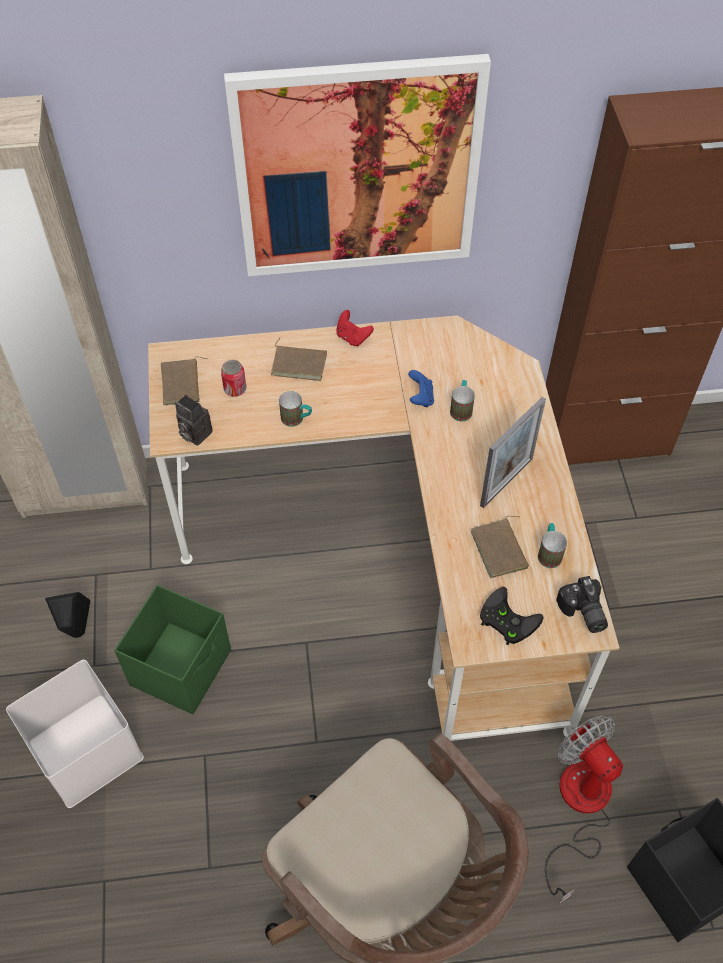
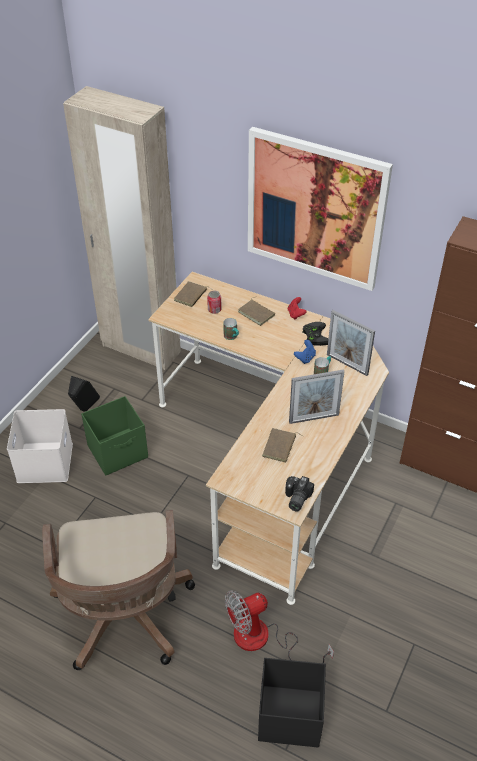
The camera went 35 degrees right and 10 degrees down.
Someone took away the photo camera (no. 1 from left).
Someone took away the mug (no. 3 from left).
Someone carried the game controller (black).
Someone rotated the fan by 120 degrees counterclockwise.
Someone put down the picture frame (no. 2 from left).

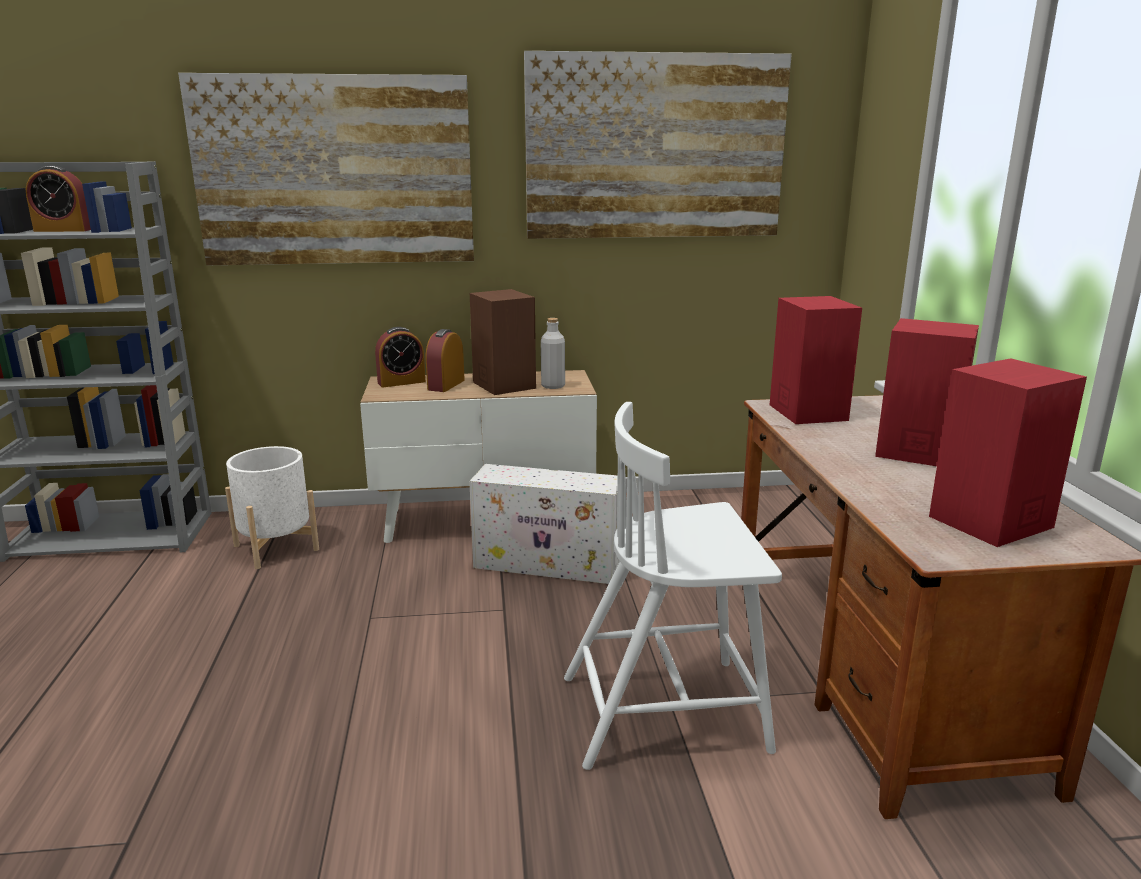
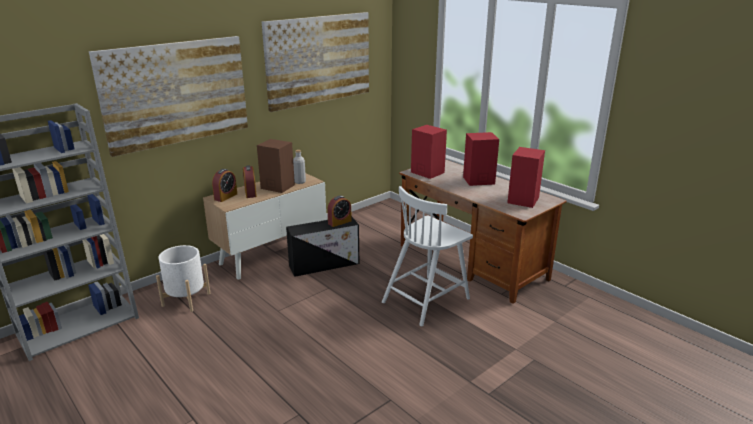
The camera went 35 degrees left and 5 degrees up.
Someone carried the alarm clock (no. 1 from left in the first image).
Someone repainted the storage box (white), which became the storage box (black).

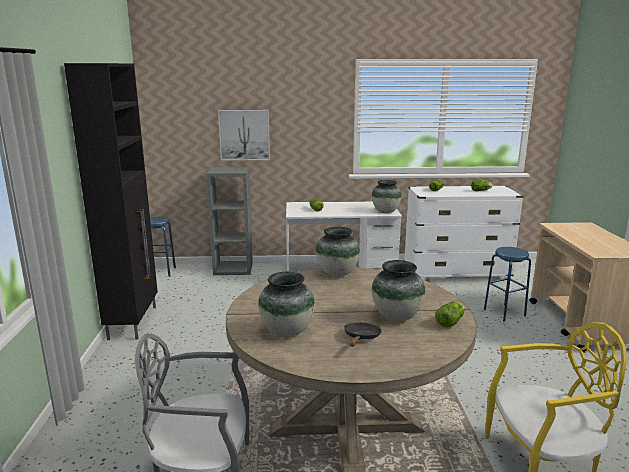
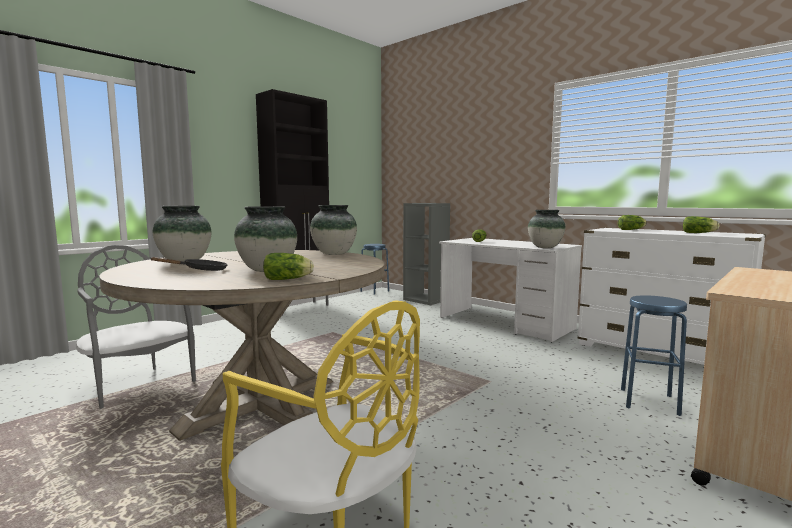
The camera went 45 degrees right and 10 degrees down.
Someone took away the picture.

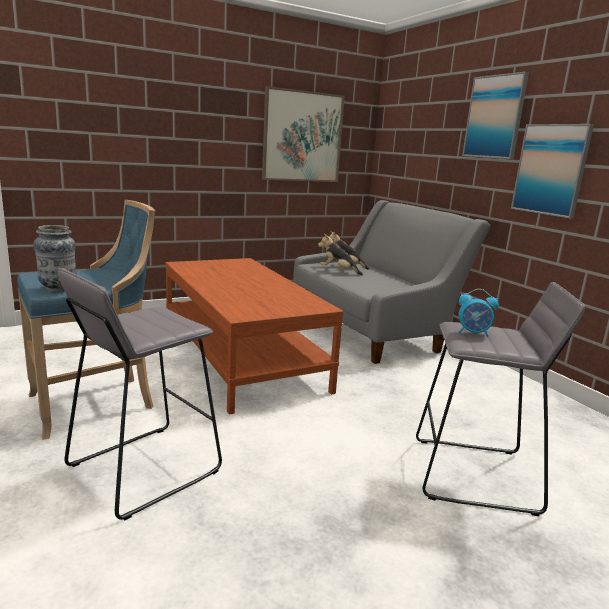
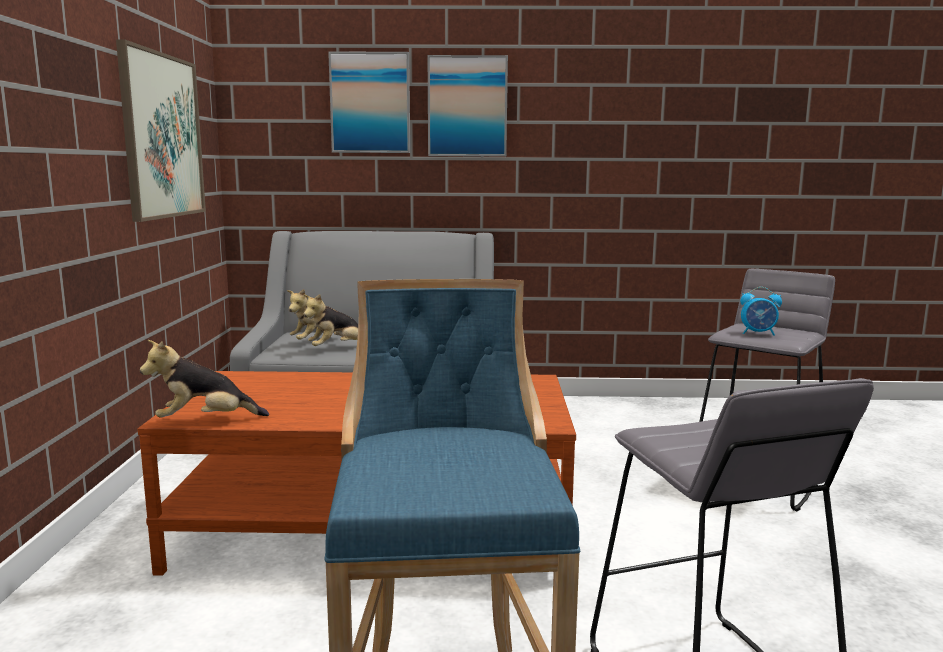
The camera went 60 degrees left and 5 degrees down.
Someone carried the picture (no. 3 from left in the first image).
Someone took away the vase.
Someone rotated the alarm clock by 60 degrees clockwise.
Someone put down the plush toy (no. 1 from left).

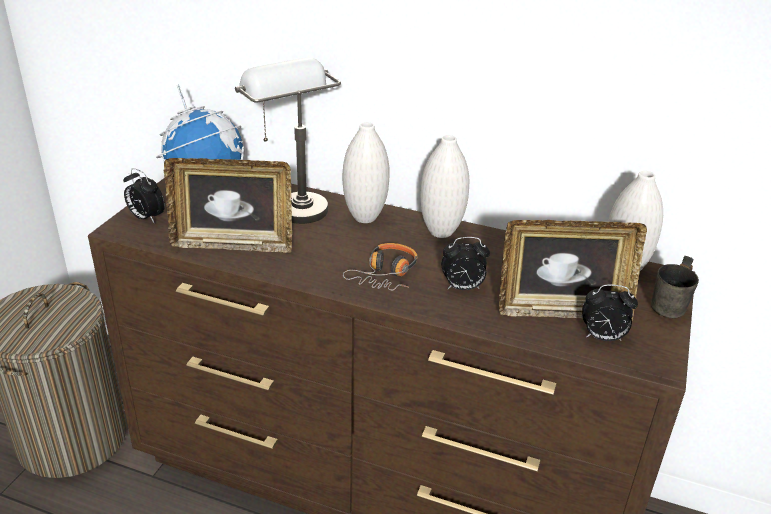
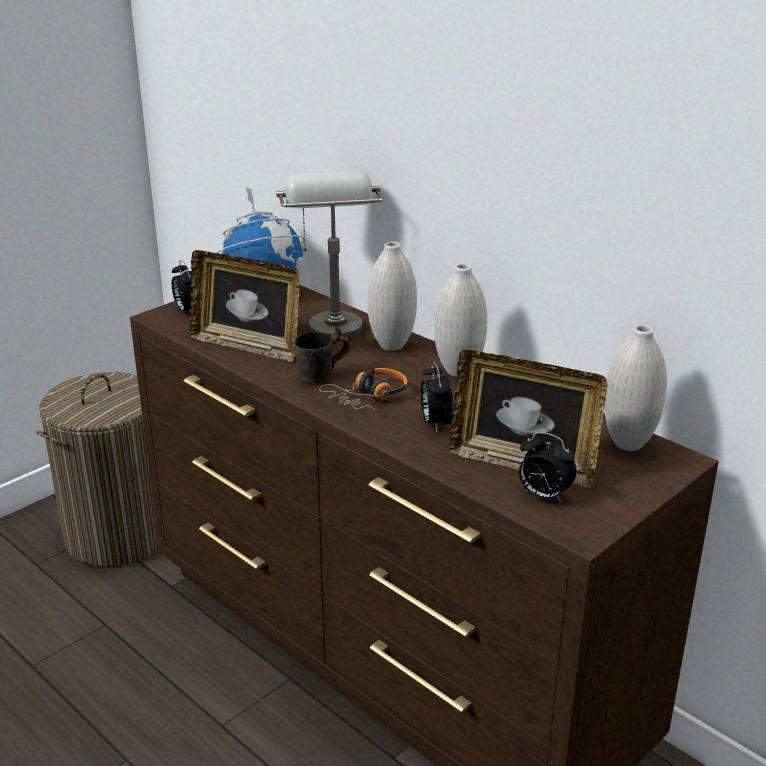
The camera went 25 degrees right and 5 degrees down.
Someone rotated the alarm clock (no. 2 from left) by 60 degrees clockwise.
Someone carried the mug (grey).

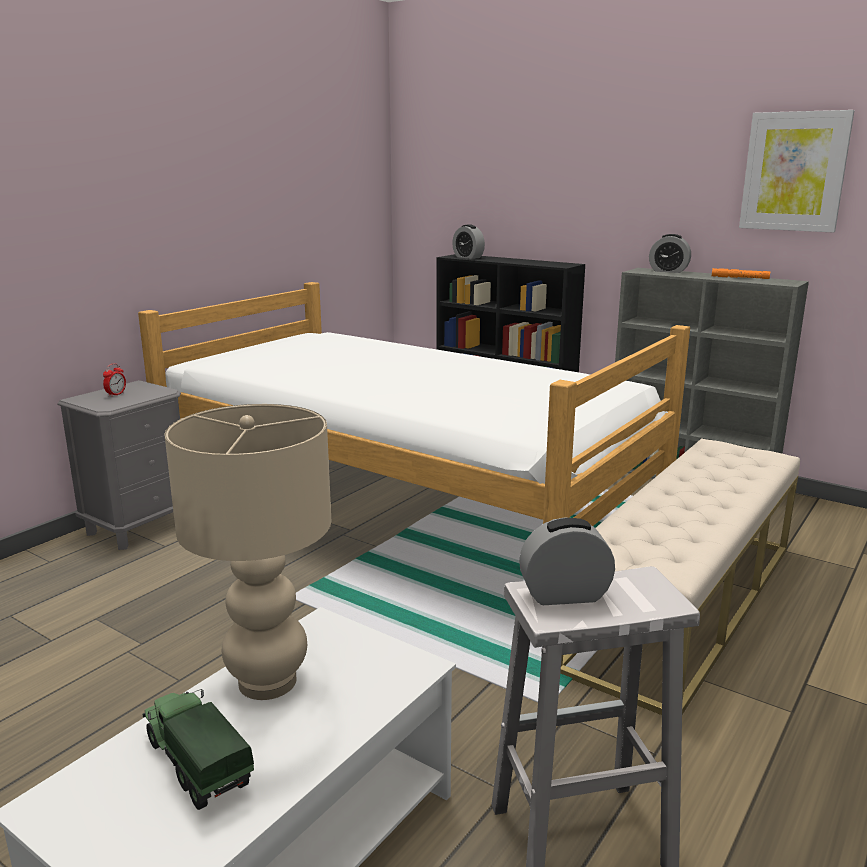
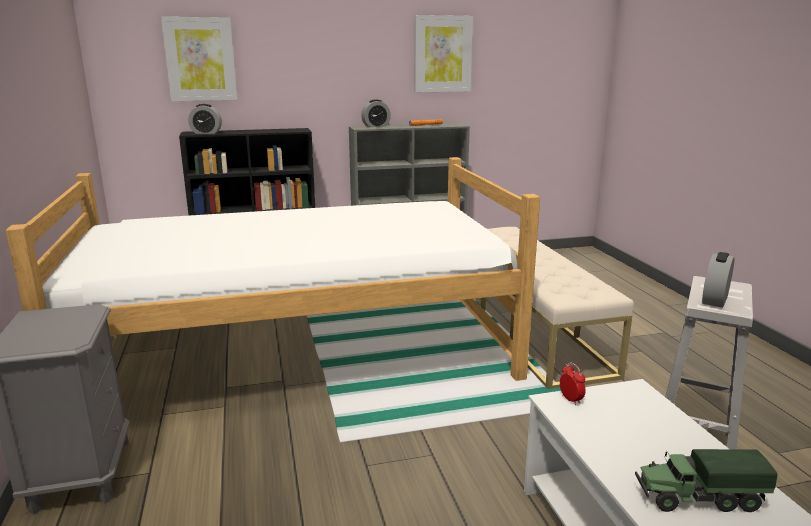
The camera went 50 degrees left and 0 degrees up.
Someone carried the alarm clock (no. 1 from left in the first image).
Someone took away the table lamp (beige).
Someone put up the picture (no. 1 from left).

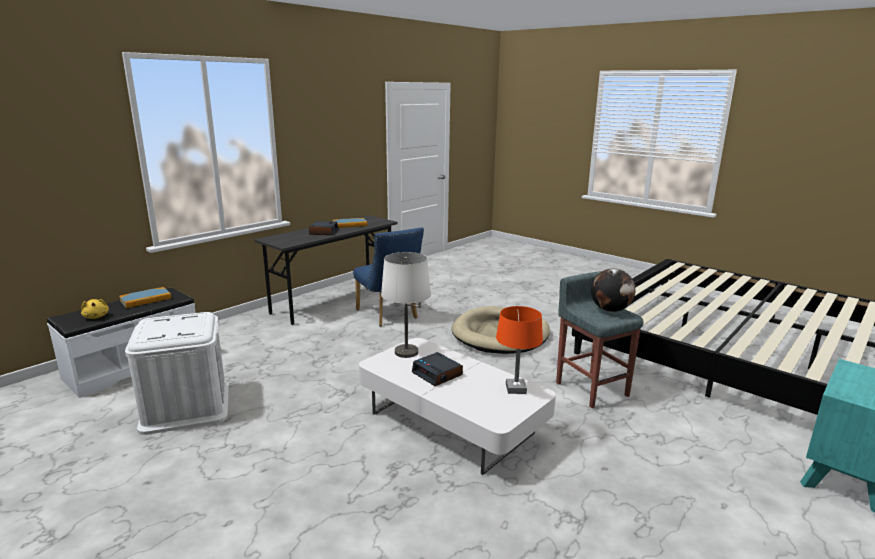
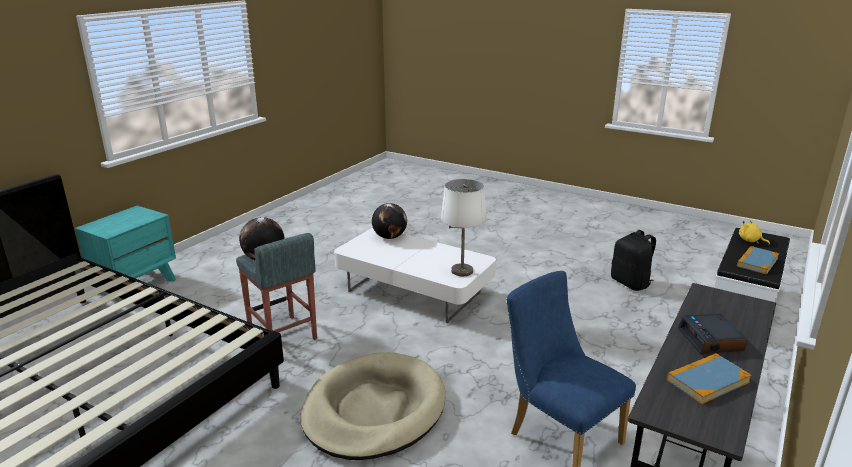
The camera went 170 degrees right and 5 degrees up.
Someone took away the table lamp (orange).
Someone swapped the storage box (white) for the backpack (black).
Someone took away the alarm clock (no. 2 from left).
Someone put down the globe (no. 2 from left).

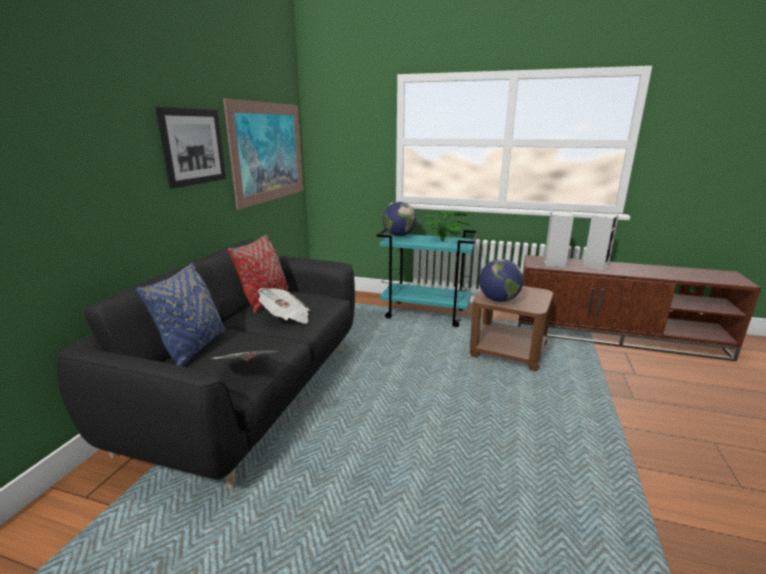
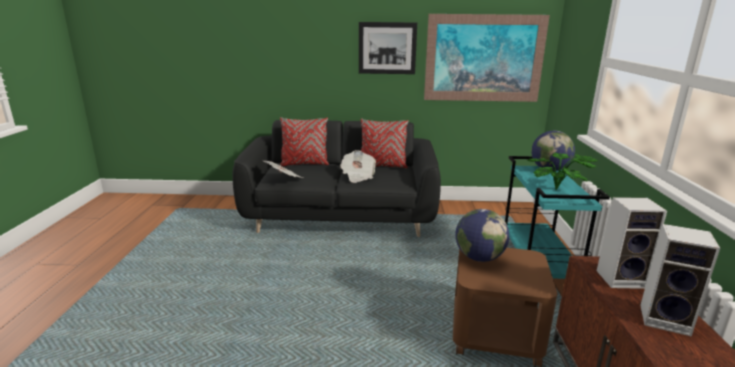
The camera went 75 degrees right and 0 degrees up.
Someone repainted the pillow (blue), which became the pillow (red) (no. 1 from left).

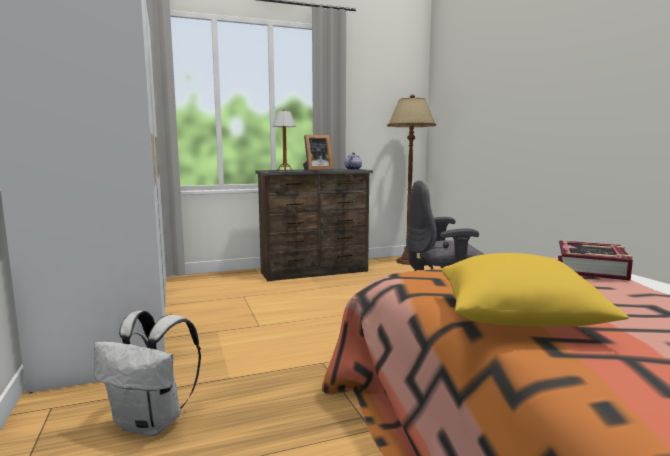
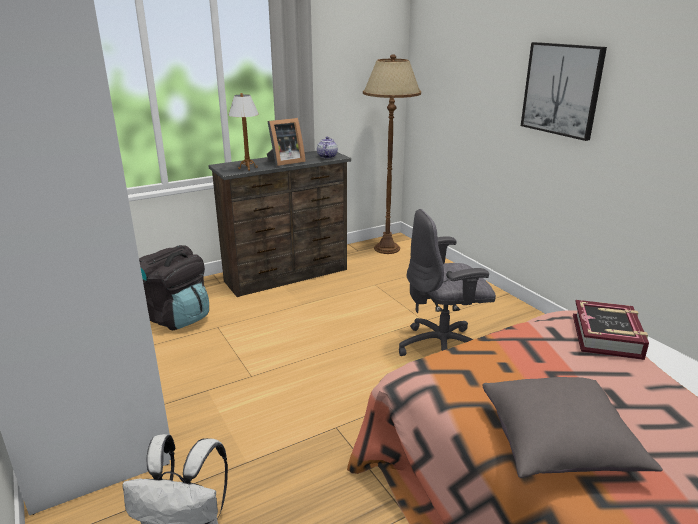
The camera went 10 degrees left and 15 degrees up.
Someone repainted the pillow (yellow), which became the pillow (grey).
Someone put up the picture.
Someone put down the backpack (black).

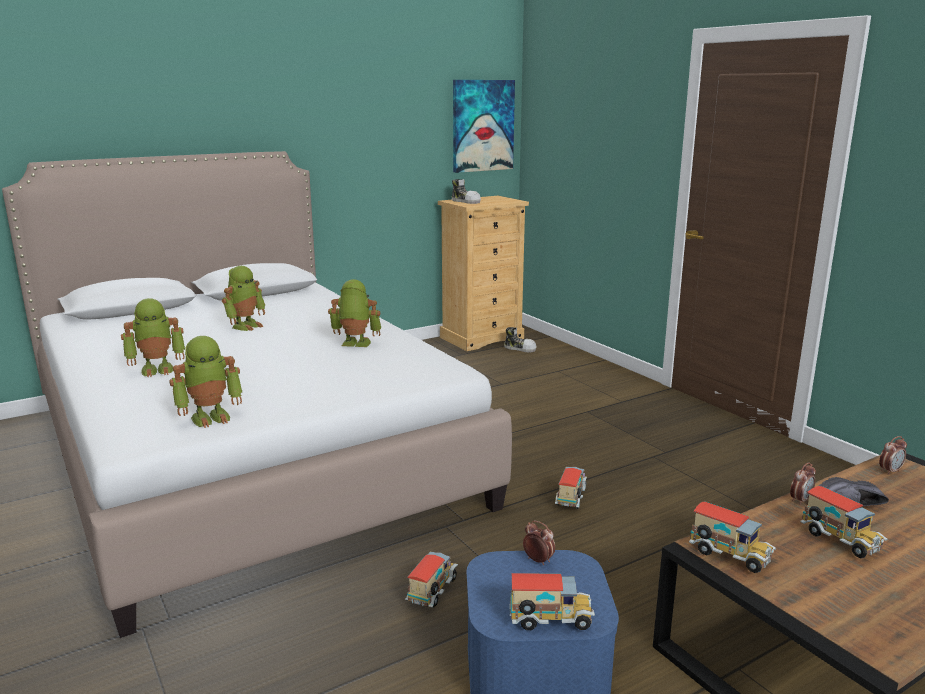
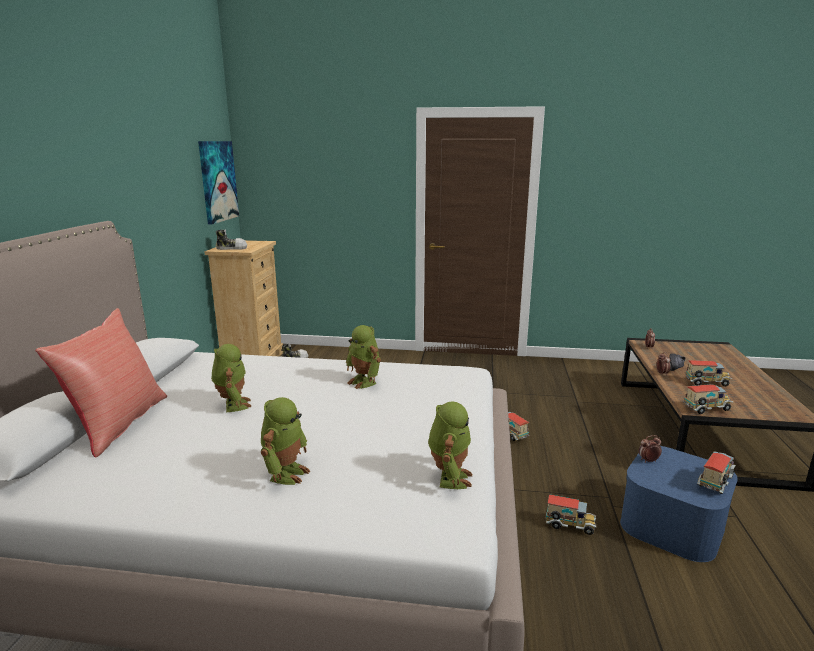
The camera went 50 degrees left and 0 degrees up.
Someone rotated the toy robot (no. 4 from left in the first image) by 90 degrees counterclockwise.
Someone rotated the toy truck (no. 1 from left in the first image) by 135 degrees clockwise.
Someone put down the pillow (red).

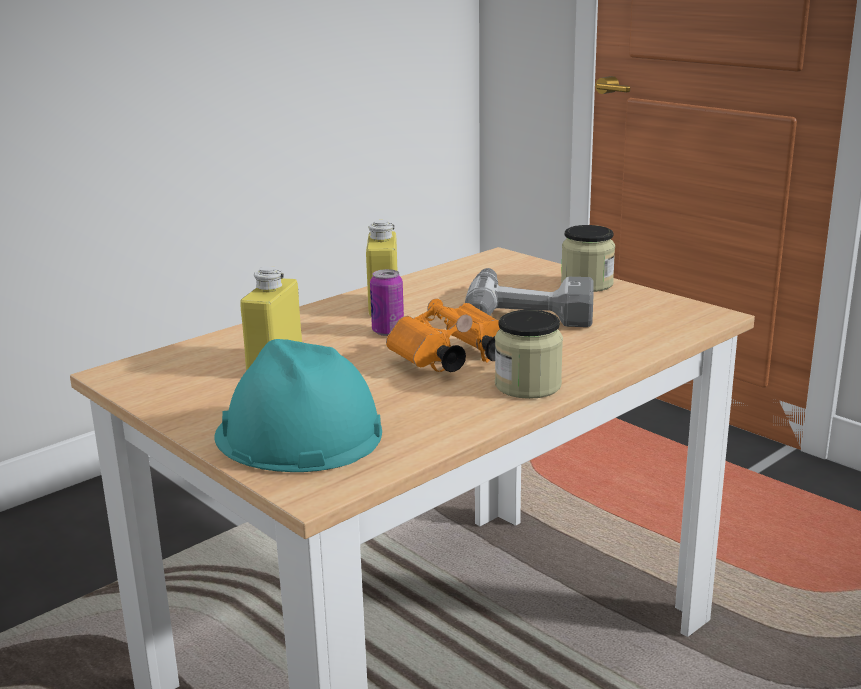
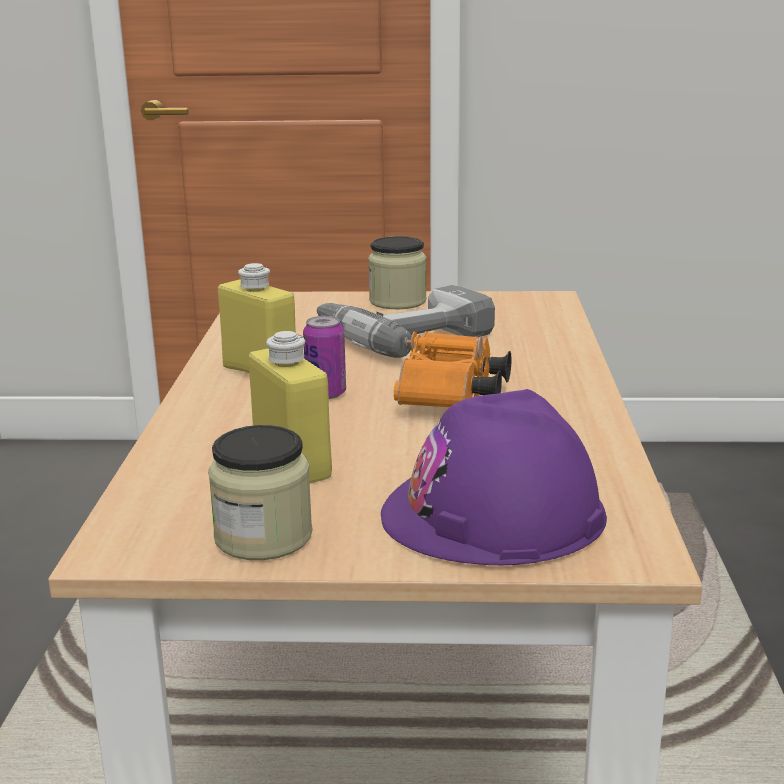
The camera went 45 degrees left and 0 degrees up.
Someone carried the jar (no. 1 from left).
Someone repainted the hard hat (turquoise), which became the hard hat (purple).

